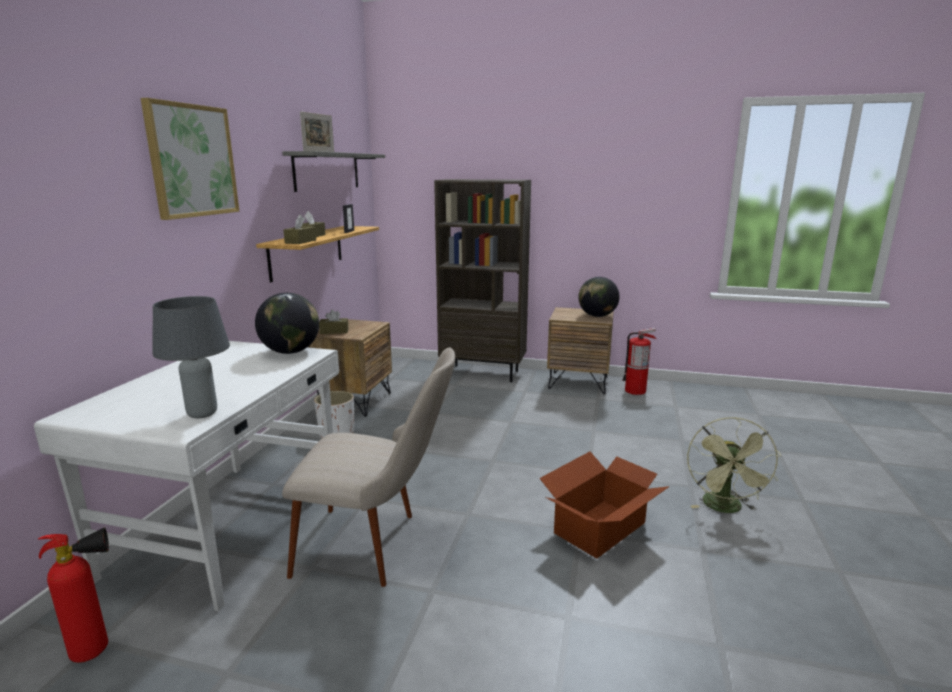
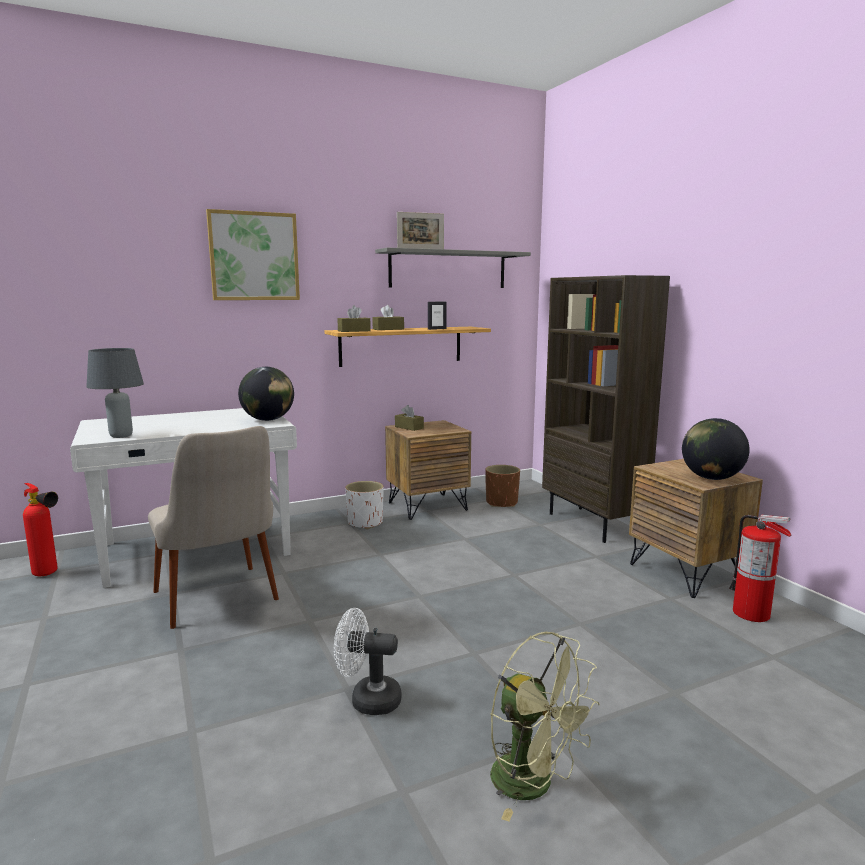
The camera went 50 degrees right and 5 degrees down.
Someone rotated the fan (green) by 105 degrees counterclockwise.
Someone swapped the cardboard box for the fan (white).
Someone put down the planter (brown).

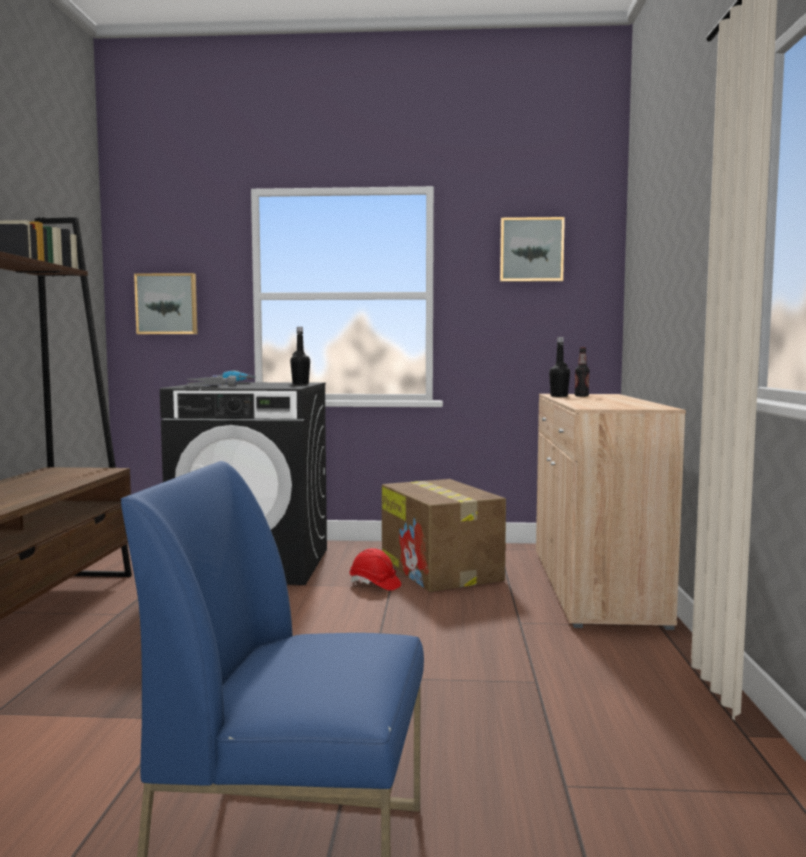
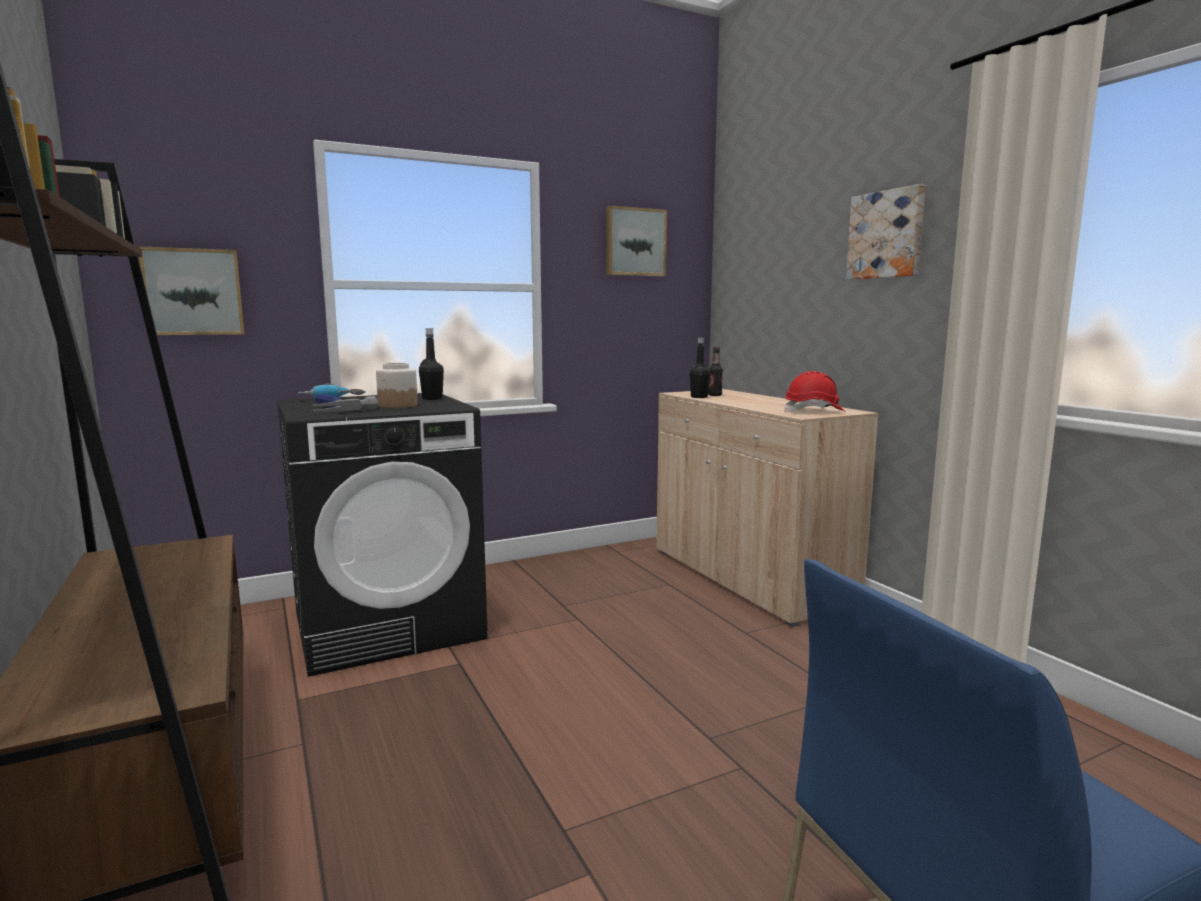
The camera went 30 degrees left and 5 degrees up.
Someone took away the cardboard box.
Someone carried the hard hat (red).
Someone put up the picture (no. 3 from left).
Someone put down the jar.

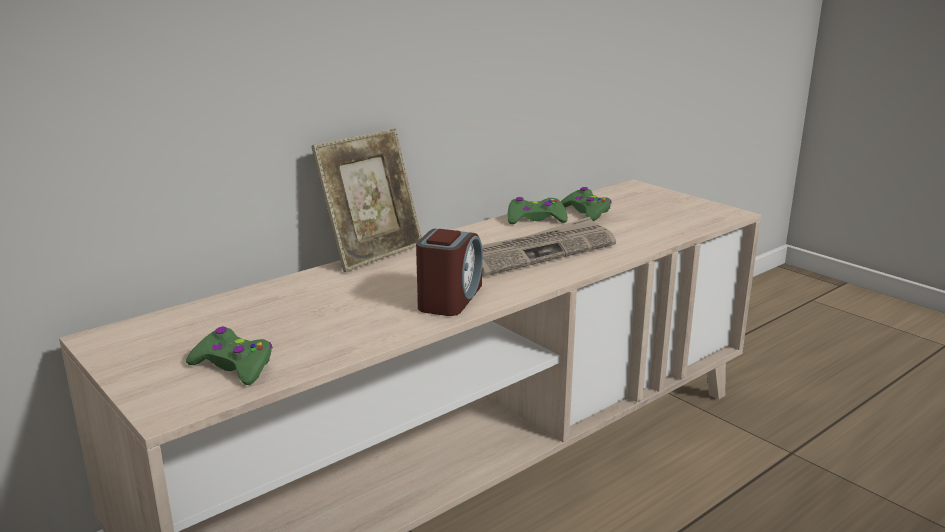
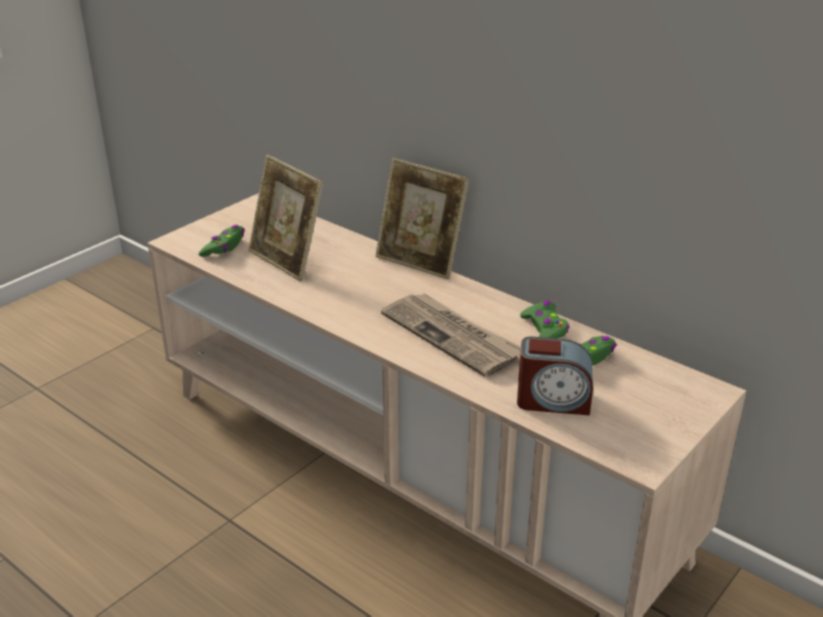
The camera went 80 degrees right and 10 degrees up.
Someone carried the alarm clock.
Someone put down the picture frame (no. 1 from left).

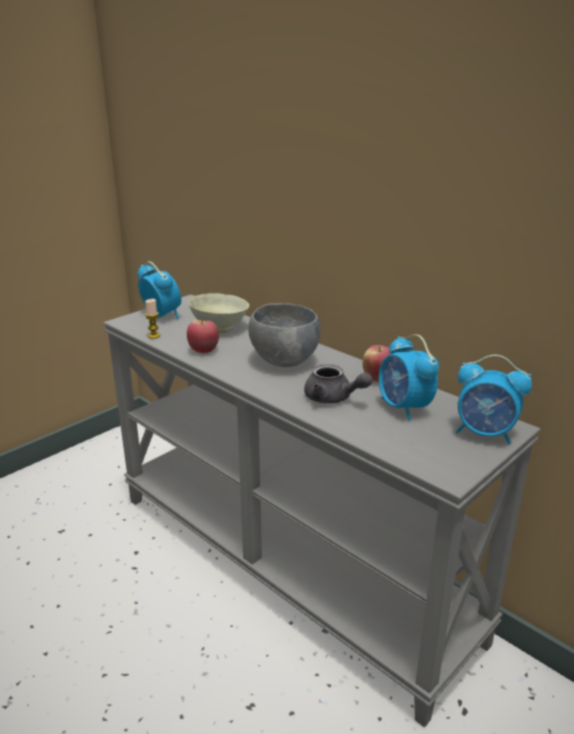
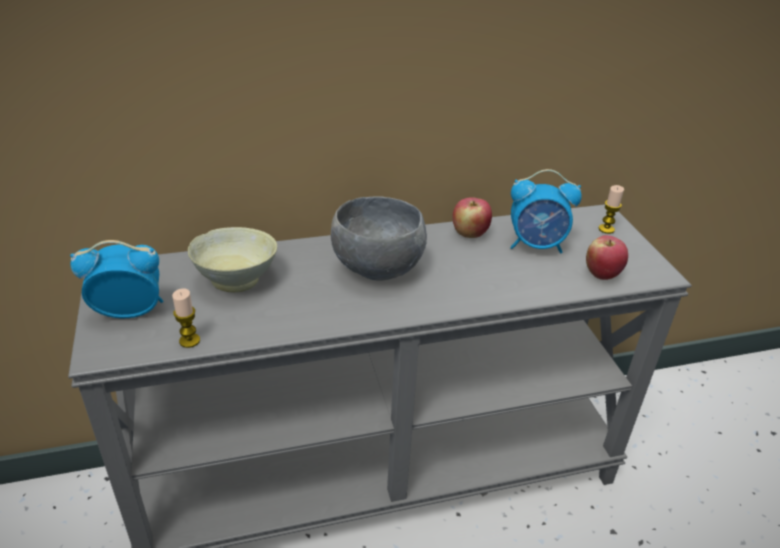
The camera went 60 degrees left and 10 degrees up.
Someone carried the apple (no. 1 from left in the first image).
Someone swapped the alarm clock (no. 3 from left) for the candle (no. 2 from left).
Someone took away the teapot (grey).

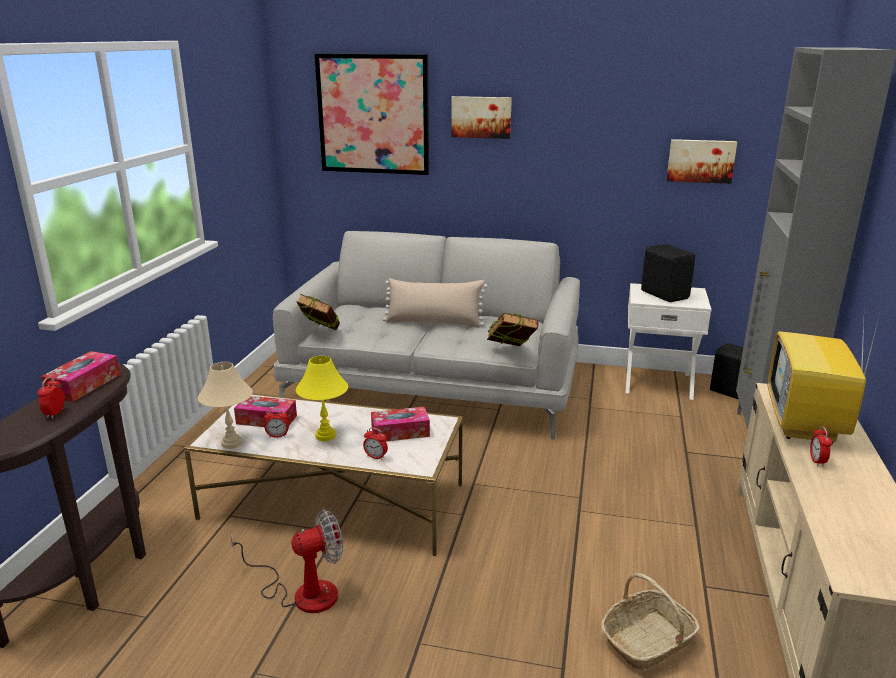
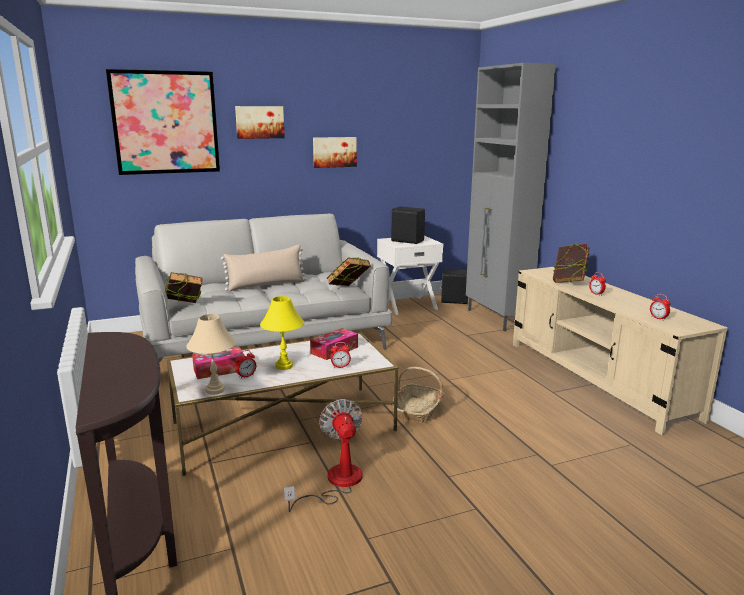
The camera went 35 degrees left and 5 degrees down.
Someone carried the picture (no. 3 from left).
Someone swapped the television for the book (no. 3 from left).
Someone took away the tissue box (no. 1 from left).
Someone carried the alarm clock (no. 1 from left in the first image).
Someone rotated the fan by 45 degrees counterclockwise.
Someone carried the basket.

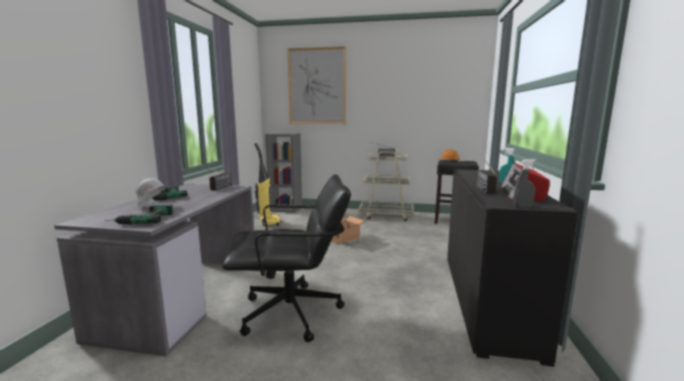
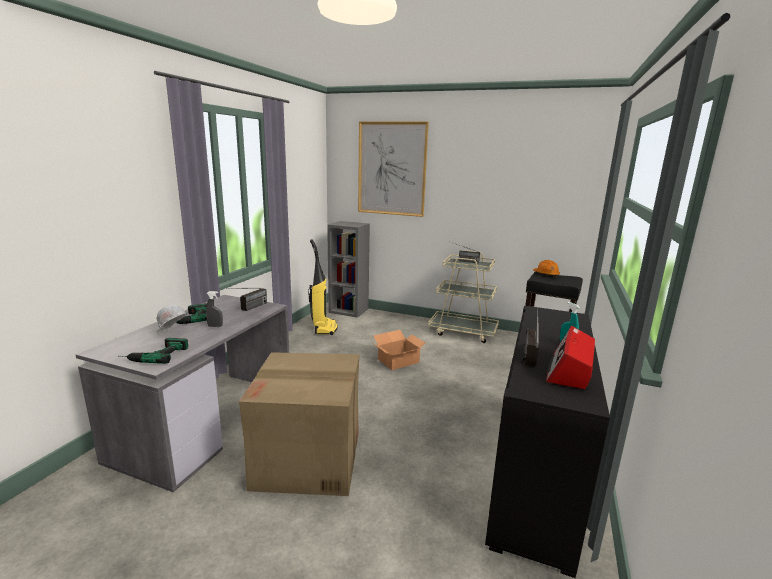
The camera went 10 degrees right and 5 degrees up.
Someone carried the spray bottle (grey).
Someone swapped the office chair (black) for the cardboard box (no. 1 from left).

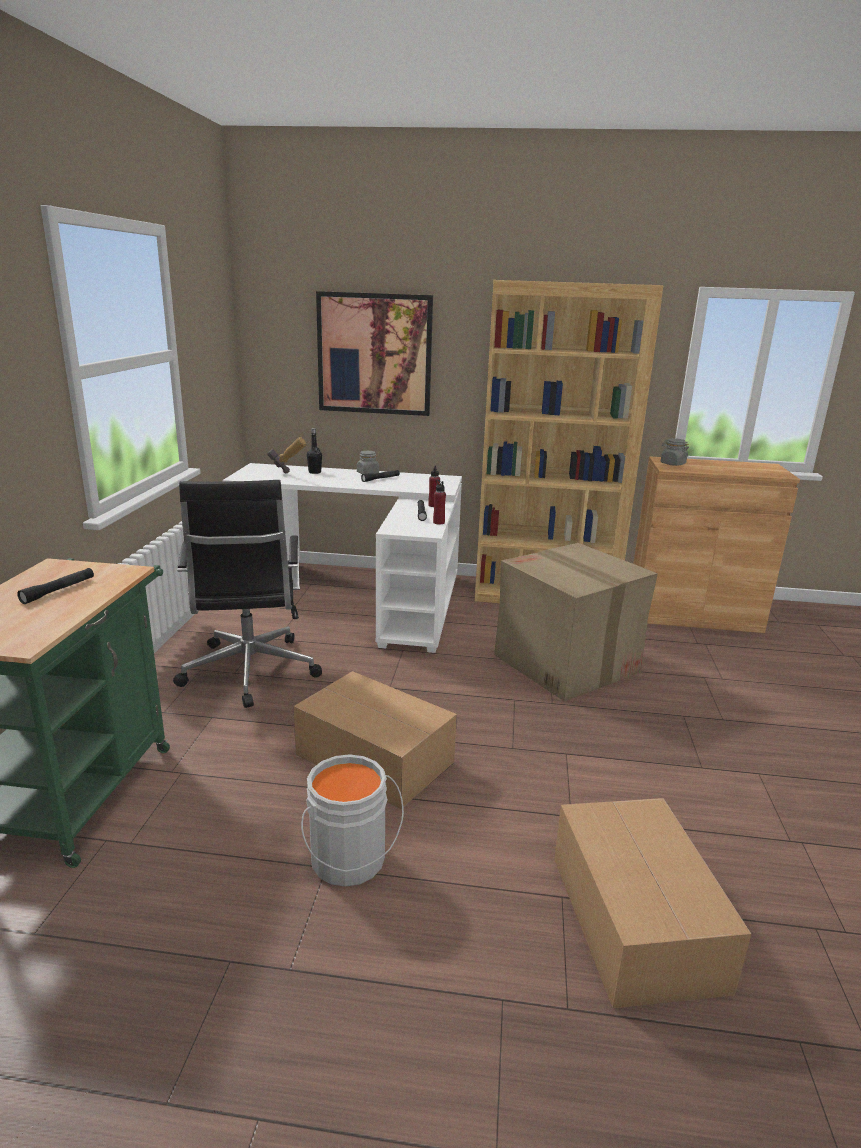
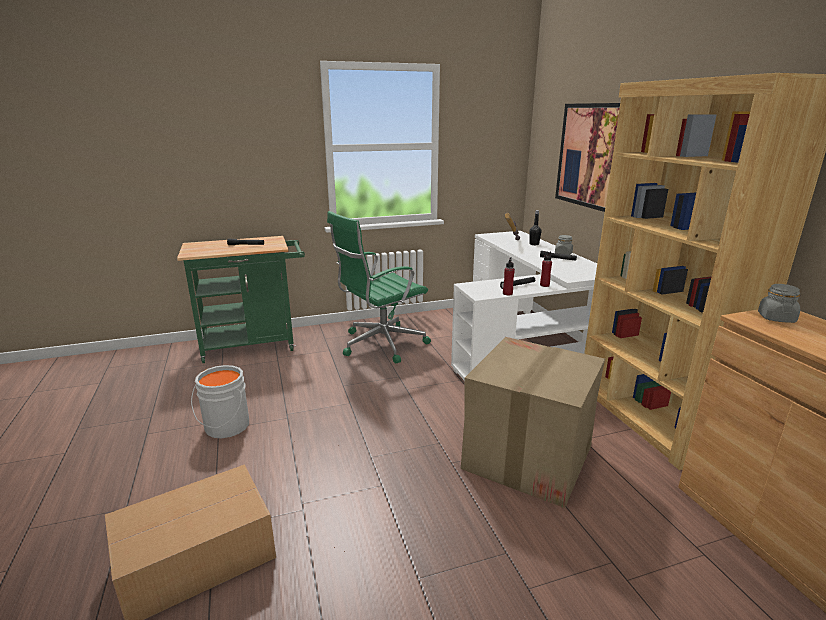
The camera went 65 degrees right and 0 degrees up.
Someone repainted the office chair (black), which became the office chair (green).
Someone took away the cardboard box (no. 1 from left).

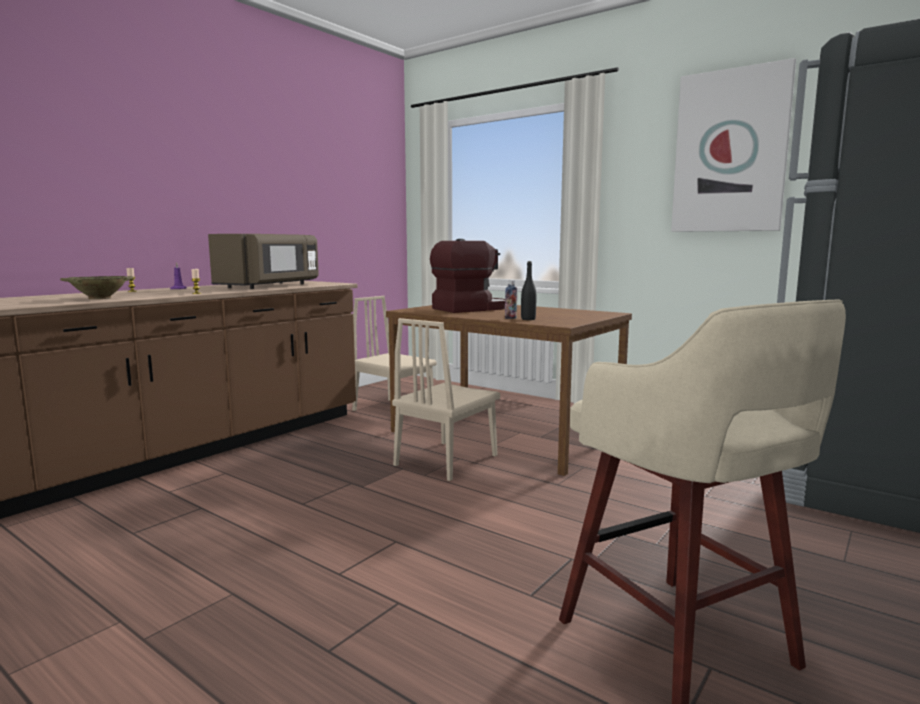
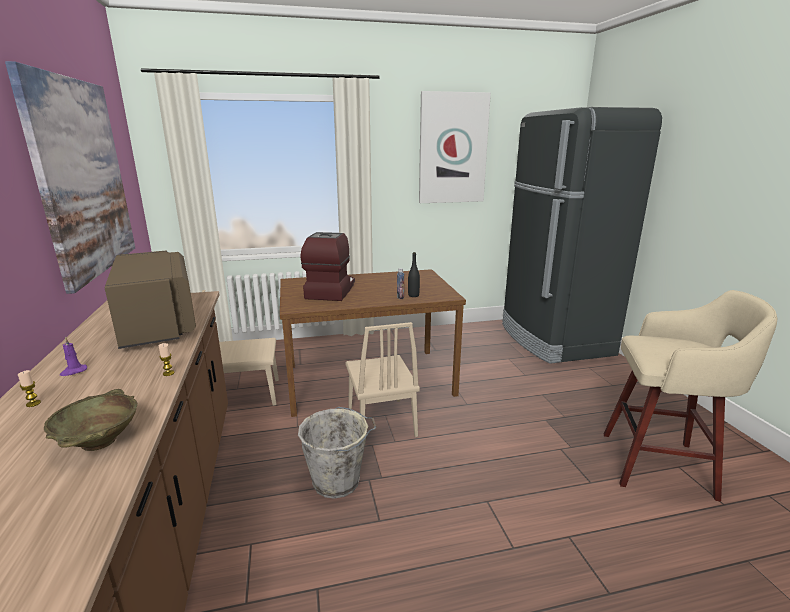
The camera went 50 degrees left and 10 degrees up.
Someone put up the picture (no. 1 from left).
Someone put down the bucket (grey).

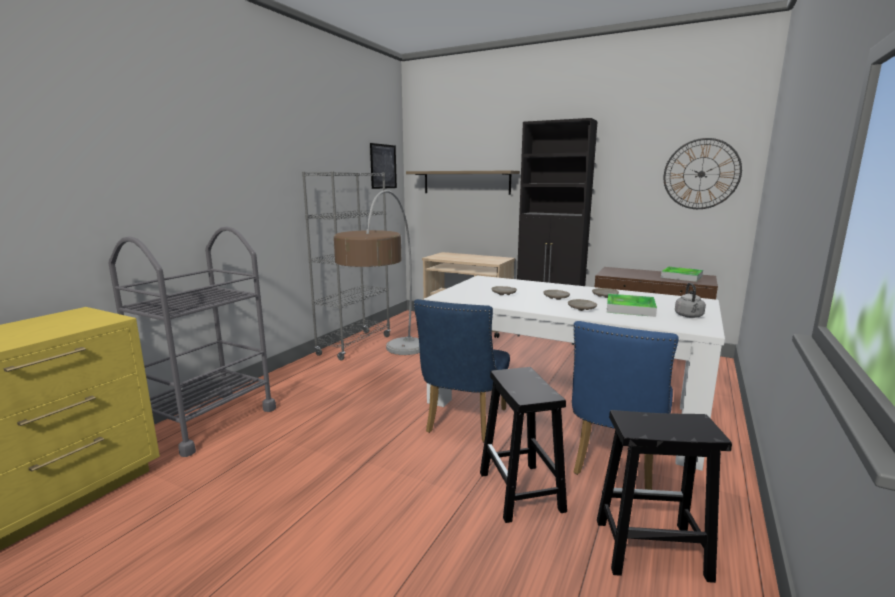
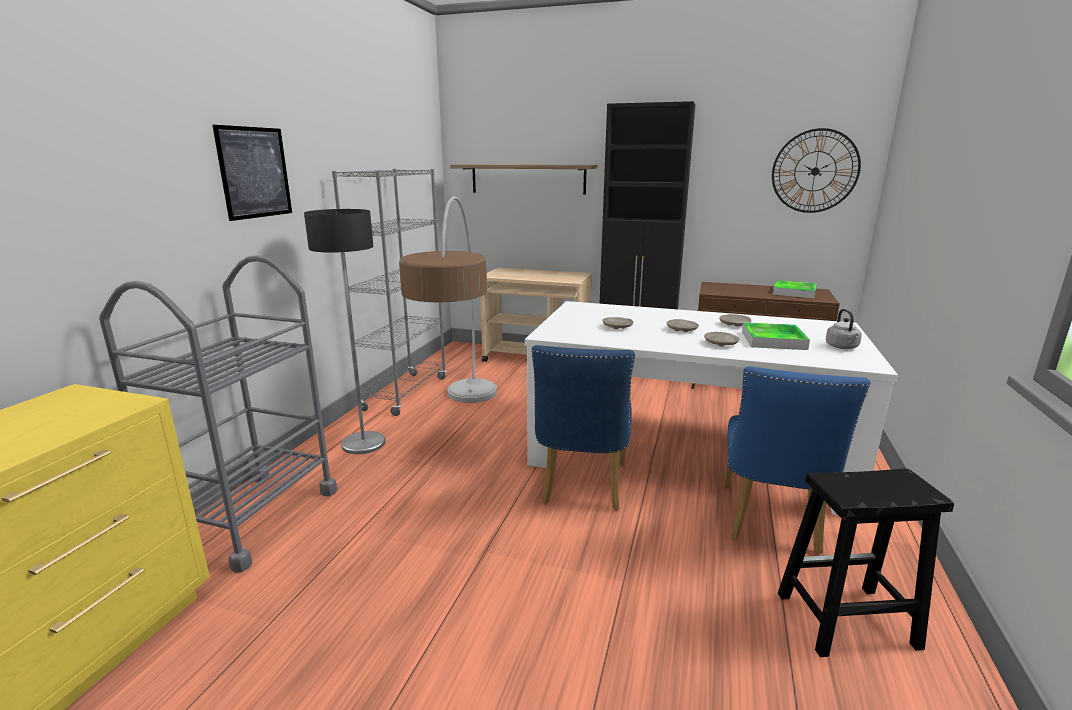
The camera went 10 degrees left and 5 degrees up.
Someone carried the picture.
Someone took away the stool (black) (no. 1 from left).
Someone put down the floor lamp (no. 1 from left).

